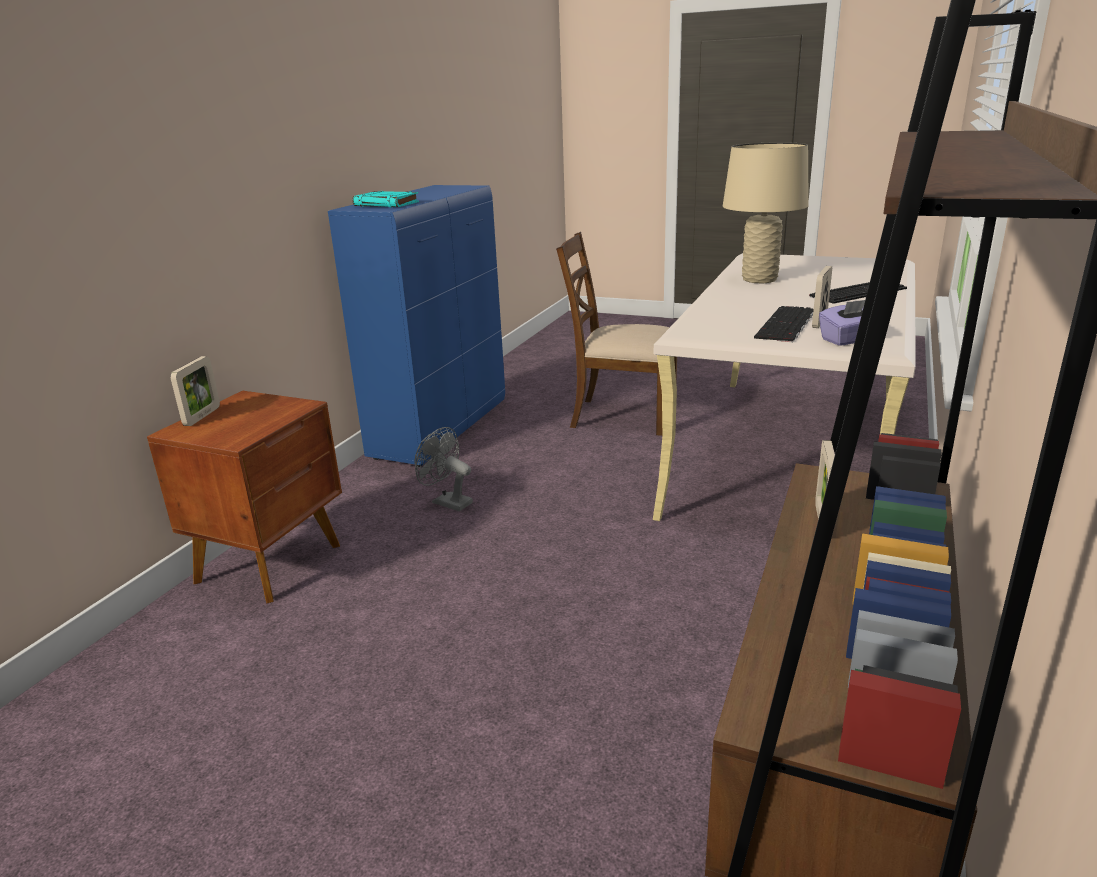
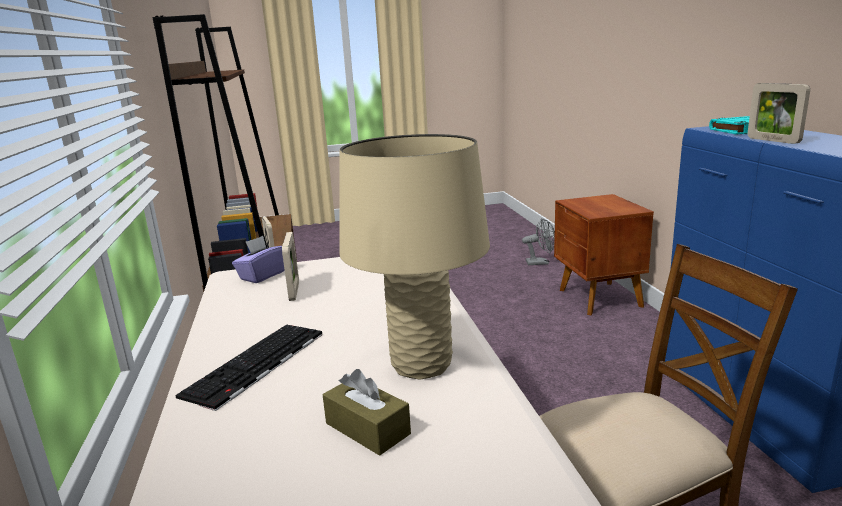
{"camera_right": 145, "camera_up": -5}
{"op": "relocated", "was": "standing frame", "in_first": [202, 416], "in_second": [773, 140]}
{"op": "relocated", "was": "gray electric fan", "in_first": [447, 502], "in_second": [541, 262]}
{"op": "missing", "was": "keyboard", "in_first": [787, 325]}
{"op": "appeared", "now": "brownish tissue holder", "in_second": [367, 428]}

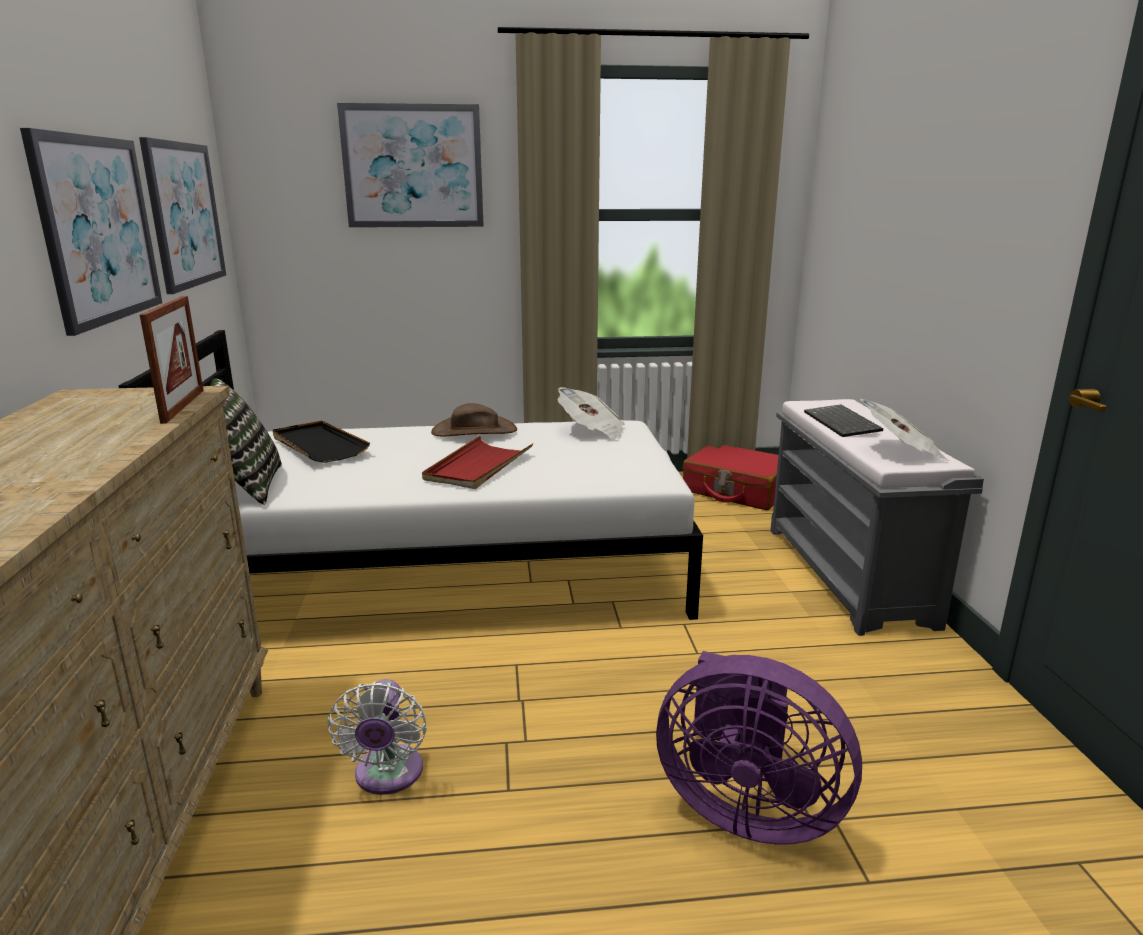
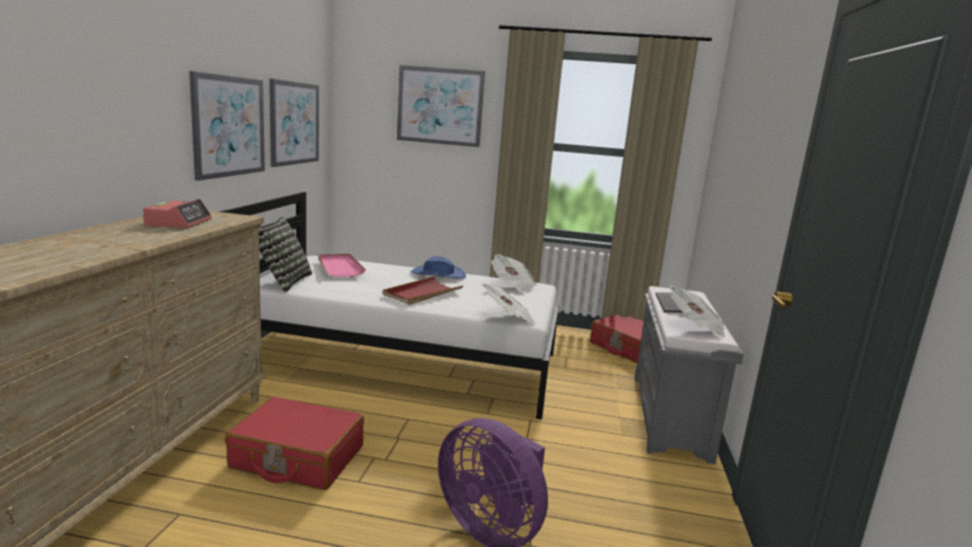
{"camera_right": 15, "camera_up": -5}
{"op": "missing", "was": "standing frame", "in_first": [183, 406]}
{"op": "colour", "was": "black carrying tray", "now": "pinkish carrying tray", "in_first": [318, 445], "in_second": [339, 267]}
{"op": "exchanged", "was": "white electric fan", "now": "reddish travel case", "in_first": [387, 776], "in_second": [297, 458]}
{"op": "colour", "was": "brownish hat", "now": "blue hat", "in_first": [474, 431], "in_second": [438, 274]}
{"op": "appeared", "now": "table clock", "in_second": [178, 222]}
{"op": "appeared", "now": "newspaper", "in_second": [508, 317]}

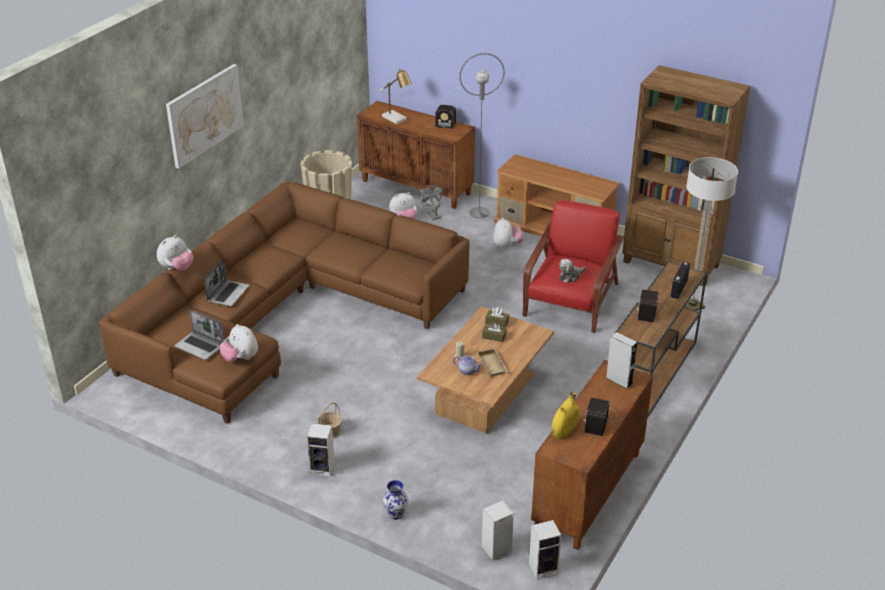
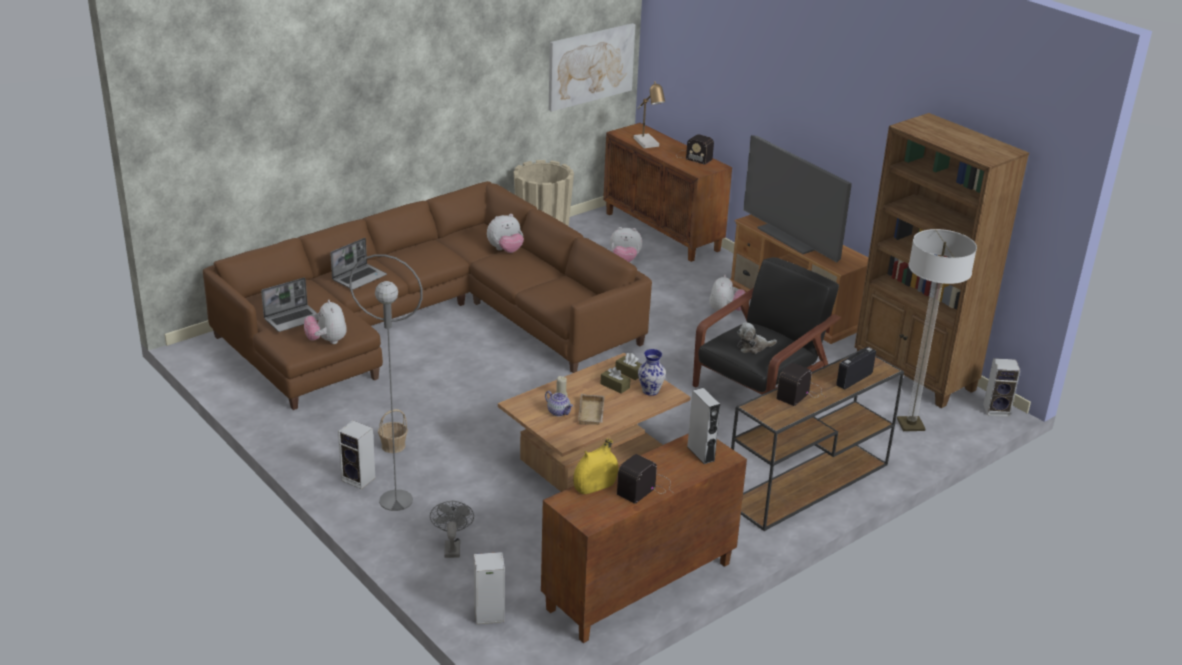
{"camera_right": 20, "camera_up": -5}
{"op": "relocated", "was": "soft toy", "in_first": [177, 268], "in_second": [505, 250]}
{"op": "relocated", "was": "wall picture", "in_first": [205, 115], "in_second": [590, 66]}
{"op": "spun", "was": "portable computer", "in_first": [200, 346], "in_second": [293, 319], "clockwise": -90}
{"op": "relocated", "was": "decorative vase", "in_first": [396, 514], "in_second": [650, 391]}
{"op": "relocated", "was": "gray electric fan", "in_first": [432, 214], "in_second": [452, 547]}
{"op": "relocated", "was": "gray floor lamp", "in_first": [479, 212], "in_second": [395, 500]}
{"op": "colour", "was": "reddish easy chair", "now": "black easy chair", "in_first": [570, 301], "in_second": [761, 384]}
{"op": "relocated", "was": "audio speaker", "in_first": [544, 568], "in_second": [997, 410]}
{"op": "appeared", "now": "TV", "in_second": [792, 237]}

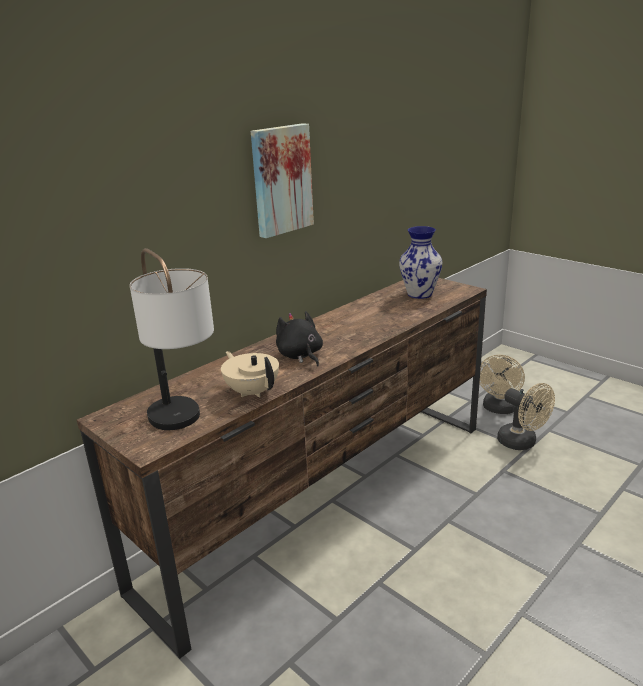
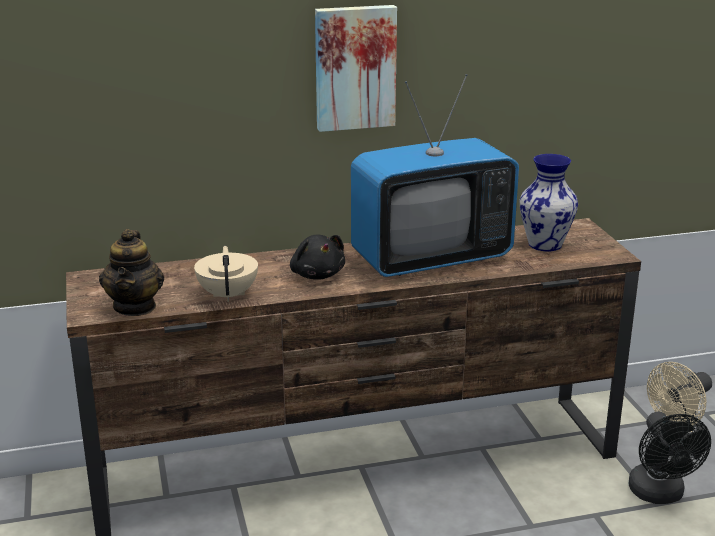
{"camera_right": 30, "camera_up": 0}
{"op": "exchanged", "was": "tabletop lamp", "now": "tea pot", "in_first": [184, 427], "in_second": [135, 307]}
{"op": "spun", "was": "black soft toy", "in_first": [300, 356], "in_second": [317, 274], "clockwise": 150}
{"op": "colour", "was": "beige electric fan", "now": "black electric fan", "in_first": [522, 443], "in_second": [659, 495]}
{"op": "appeared", "now": "TV", "in_second": [431, 259]}

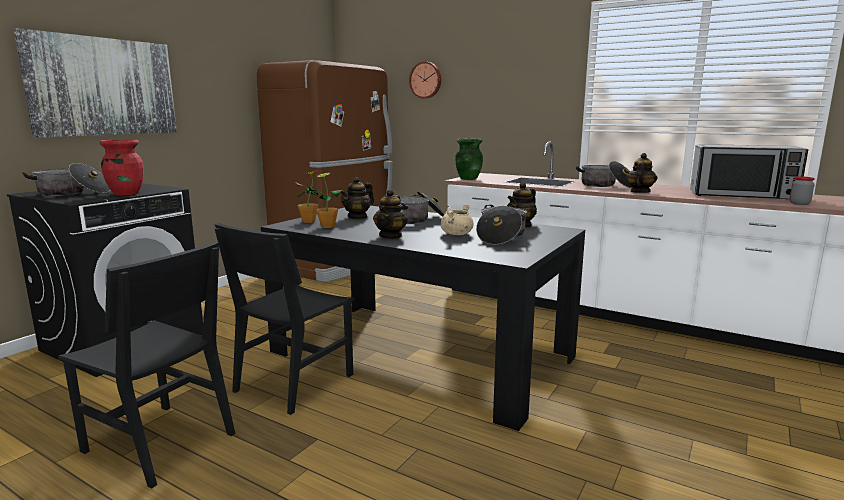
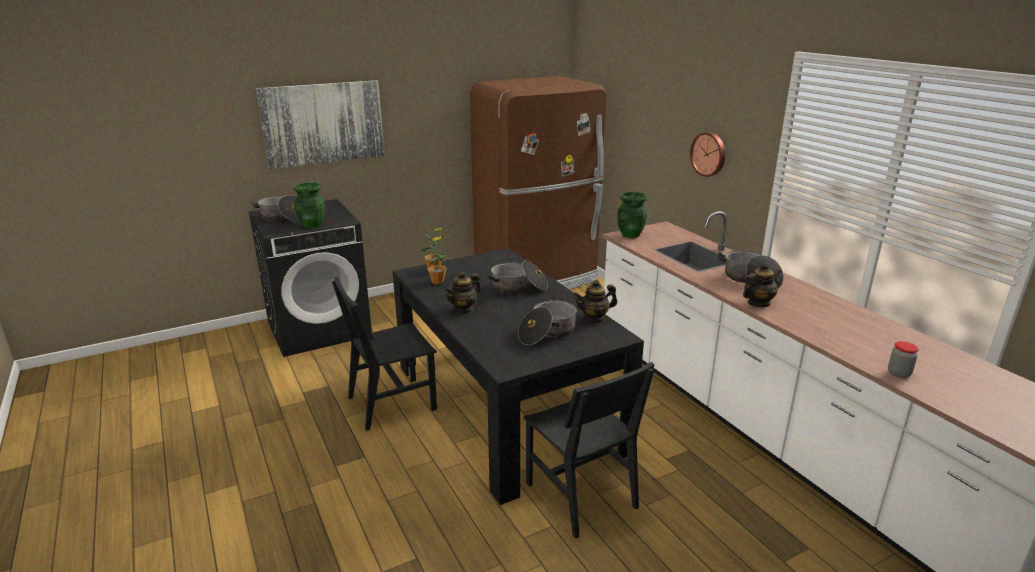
{"camera_right": 30, "camera_up": 10}
{"op": "relocated", "was": "black plain chair", "in_first": [159, 442], "in_second": [580, 495]}
{"op": "colour", "was": "reddish decorative vase", "now": "green decorative vase", "in_first": [126, 193], "in_second": [312, 225]}
{"op": "missing", "was": "tea pot", "in_first": [357, 217]}
{"op": "relocated", "was": "clock on the wall", "in_first": [426, 80], "in_second": [709, 154]}
{"op": "missing", "was": "beige cooking pot", "in_first": [456, 234]}
{"op": "missing", "was": "microwave", "in_first": [742, 195]}

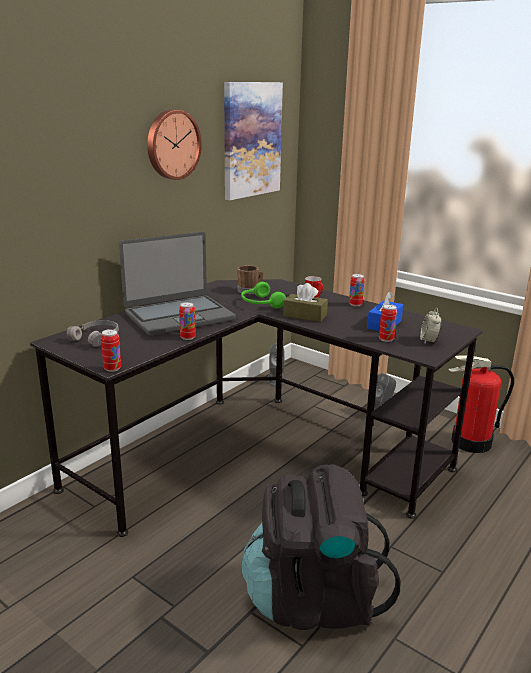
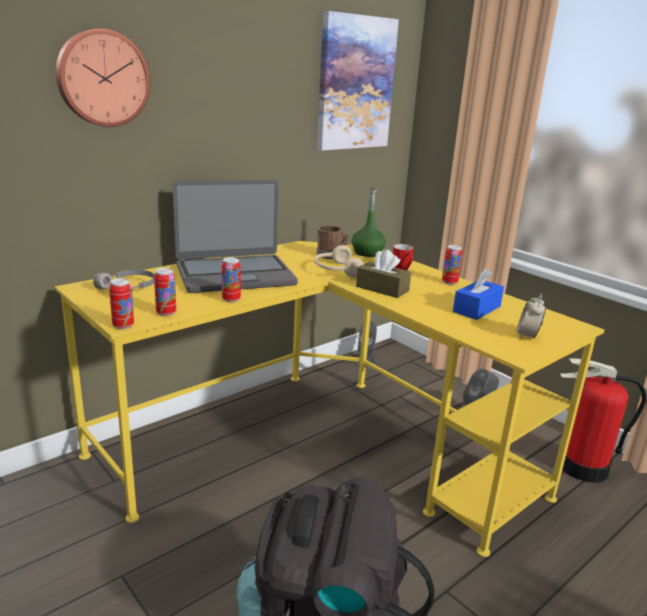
{"camera_right": 10, "camera_up": 0}
{"op": "colour", "was": "black desk", "now": "yellow desk", "in_first": [257, 454], "in_second": [318, 445]}
{"op": "relocated", "was": "clock on the wall", "in_first": [172, 144], "in_second": [102, 78]}
{"op": "colour", "was": "green headphones", "now": "beige headphones", "in_first": [260, 304], "in_second": [335, 270]}
{"op": "relocated", "was": "metal can", "in_first": [386, 339], "in_second": [166, 313]}
{"op": "appeared", "now": "green drink bottle", "in_second": [367, 253]}

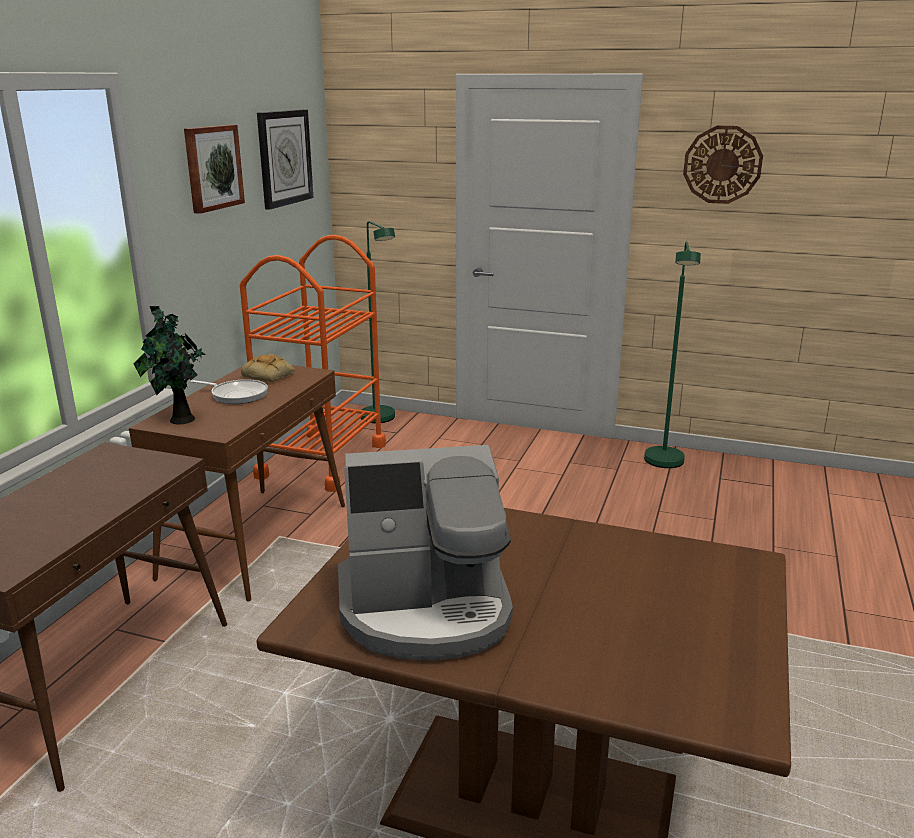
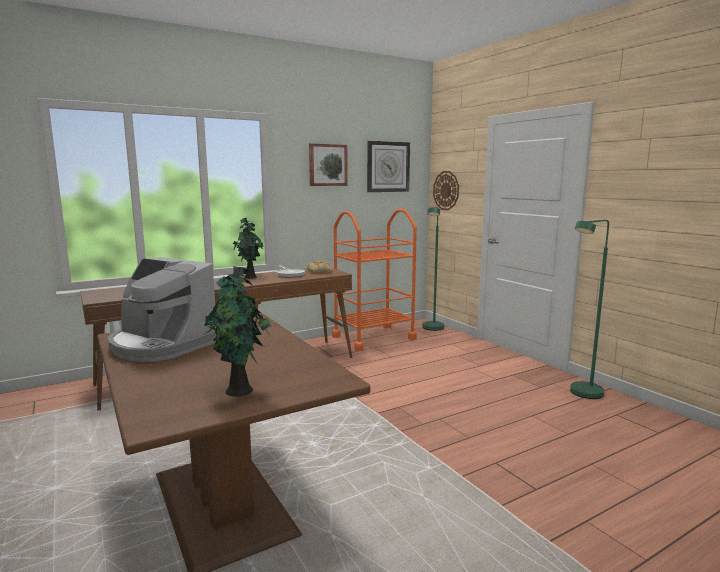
{"camera_right": 40, "camera_up": -10}
{"op": "relocated", "was": "clock on the wall", "in_first": [722, 165], "in_second": [446, 190]}
{"op": "appeared", "now": "plant in a pot", "in_second": [241, 391]}

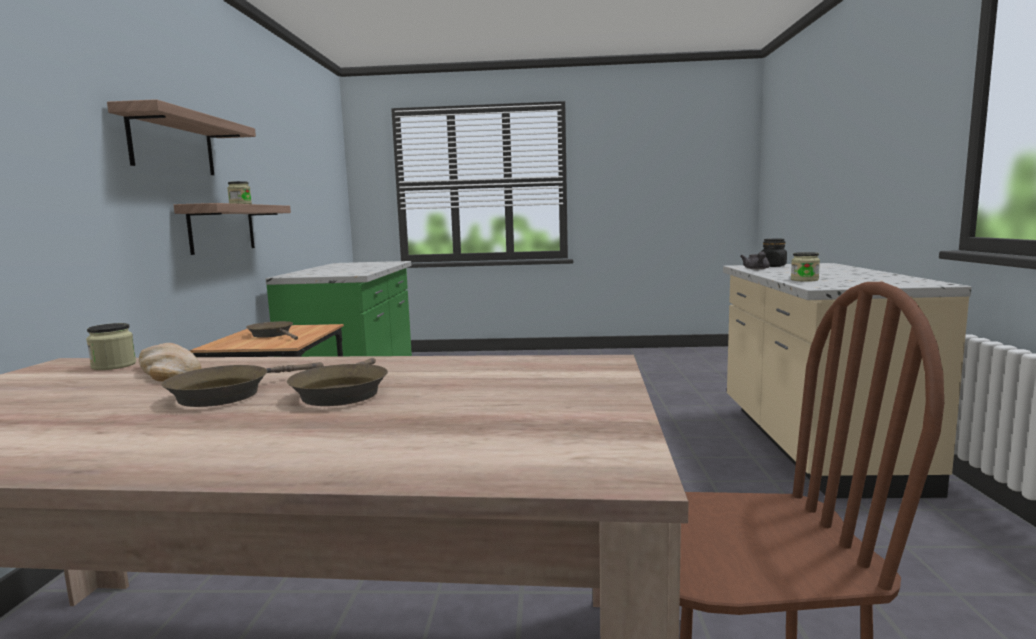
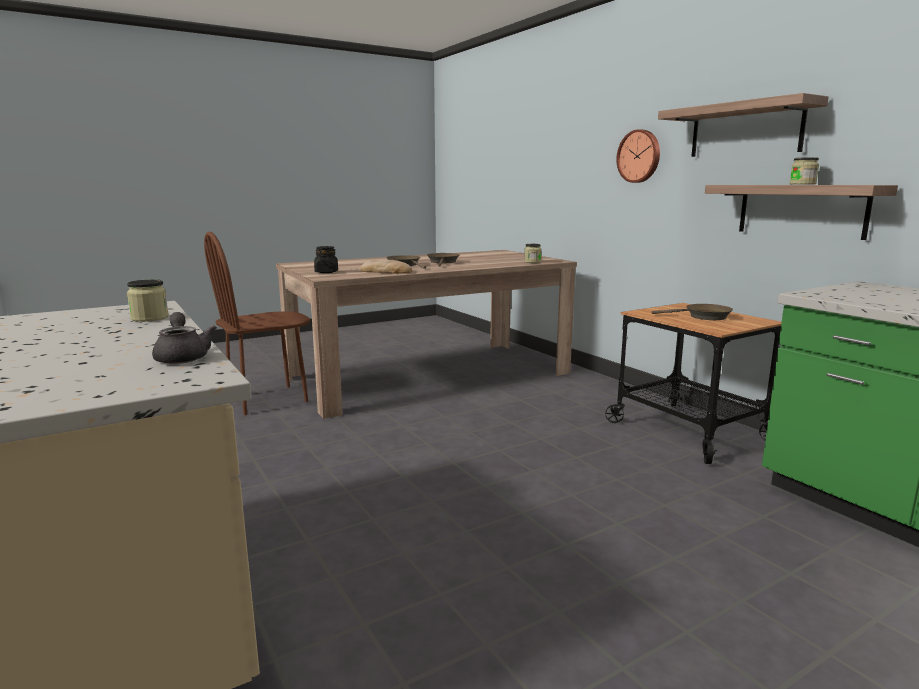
{"camera_right": 145, "camera_up": 5}
{"op": "relocated", "was": "bakery bread", "in_first": [169, 370], "in_second": [386, 271]}
{"op": "relocated", "was": "black storage jar", "in_first": [773, 266], "in_second": [326, 272]}
{"op": "appeared", "now": "clock on the wall", "in_second": [639, 156]}

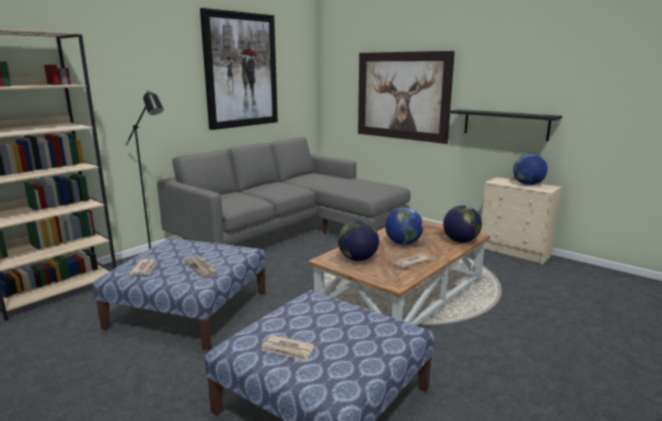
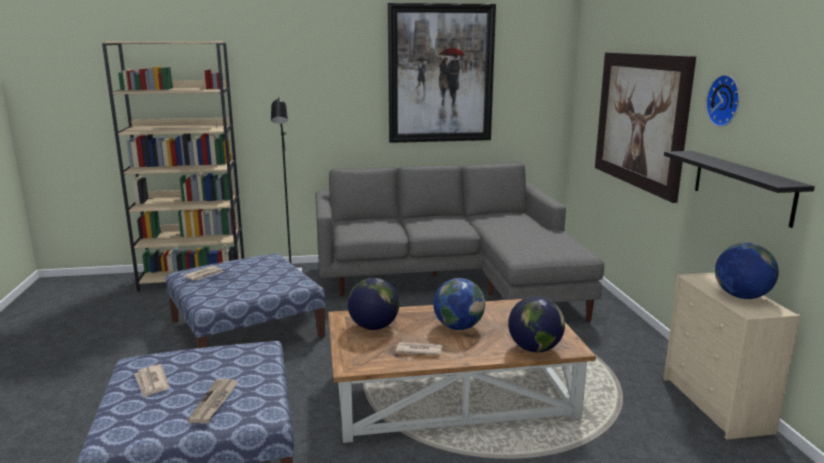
{"camera_right": 40, "camera_up": 0}
{"op": "relocated", "was": "newspaper", "in_first": [201, 267], "in_second": [214, 402]}
{"op": "appeared", "now": "clock on the wall", "in_second": [726, 100]}

